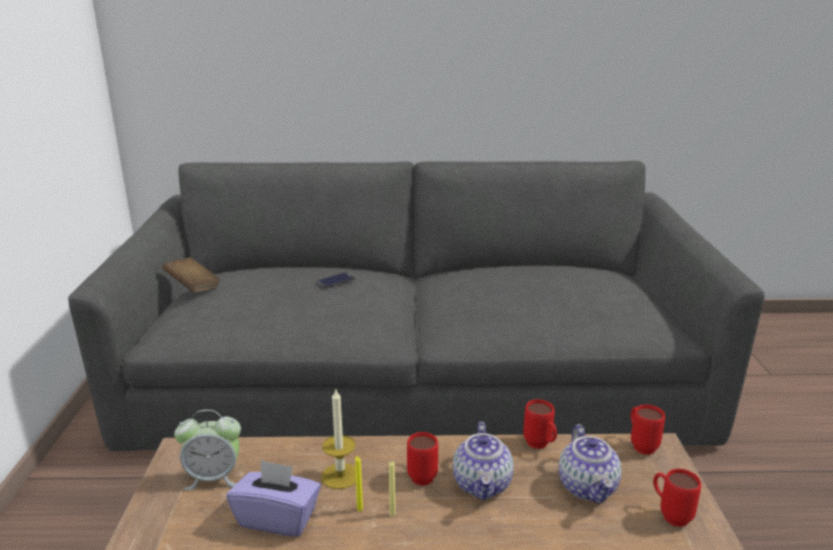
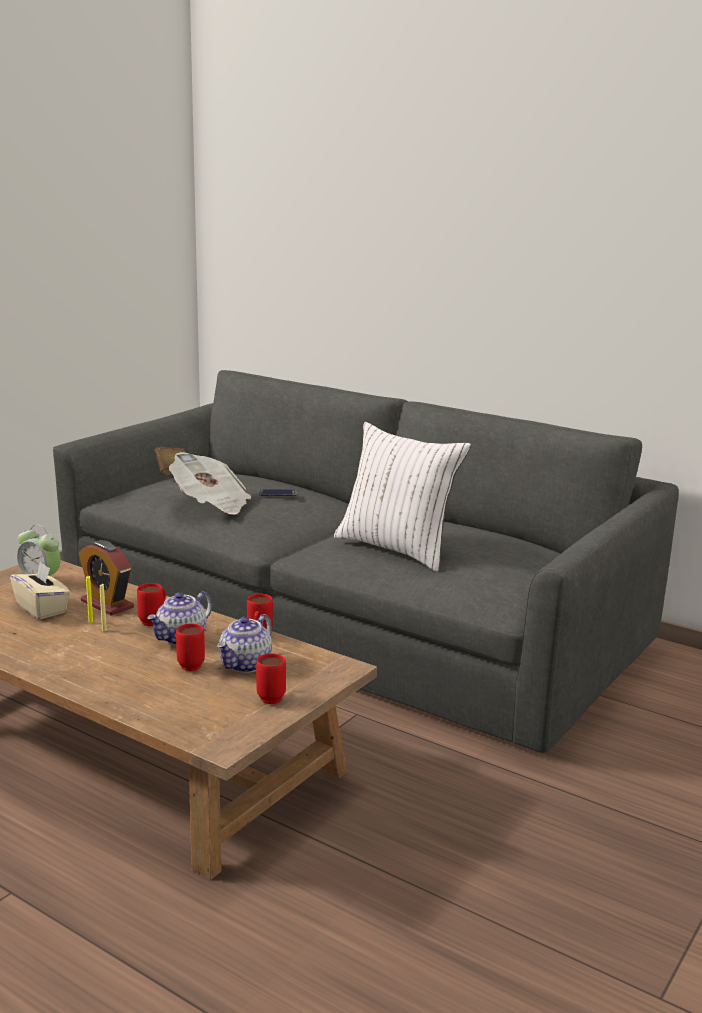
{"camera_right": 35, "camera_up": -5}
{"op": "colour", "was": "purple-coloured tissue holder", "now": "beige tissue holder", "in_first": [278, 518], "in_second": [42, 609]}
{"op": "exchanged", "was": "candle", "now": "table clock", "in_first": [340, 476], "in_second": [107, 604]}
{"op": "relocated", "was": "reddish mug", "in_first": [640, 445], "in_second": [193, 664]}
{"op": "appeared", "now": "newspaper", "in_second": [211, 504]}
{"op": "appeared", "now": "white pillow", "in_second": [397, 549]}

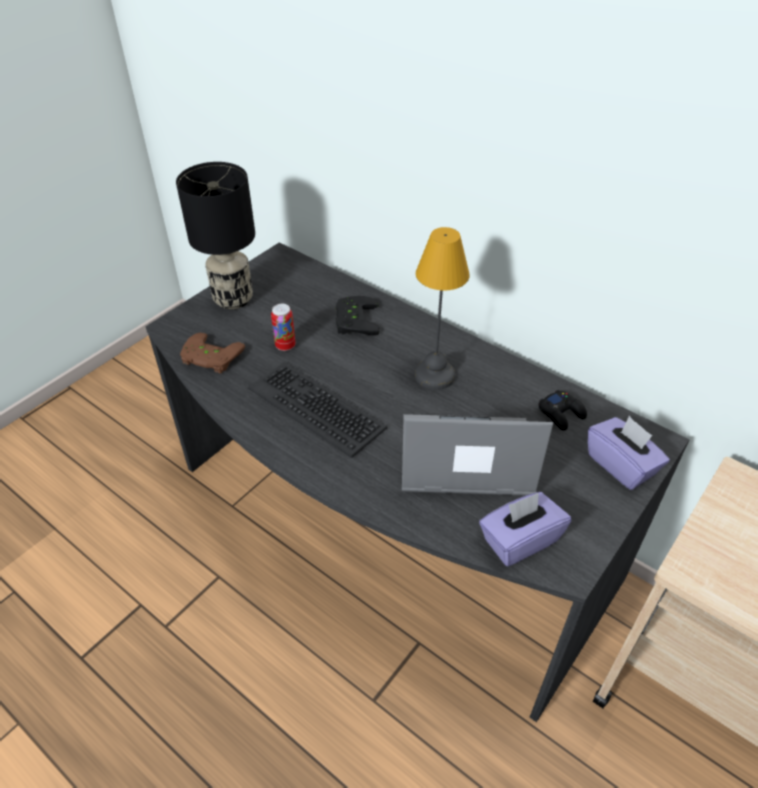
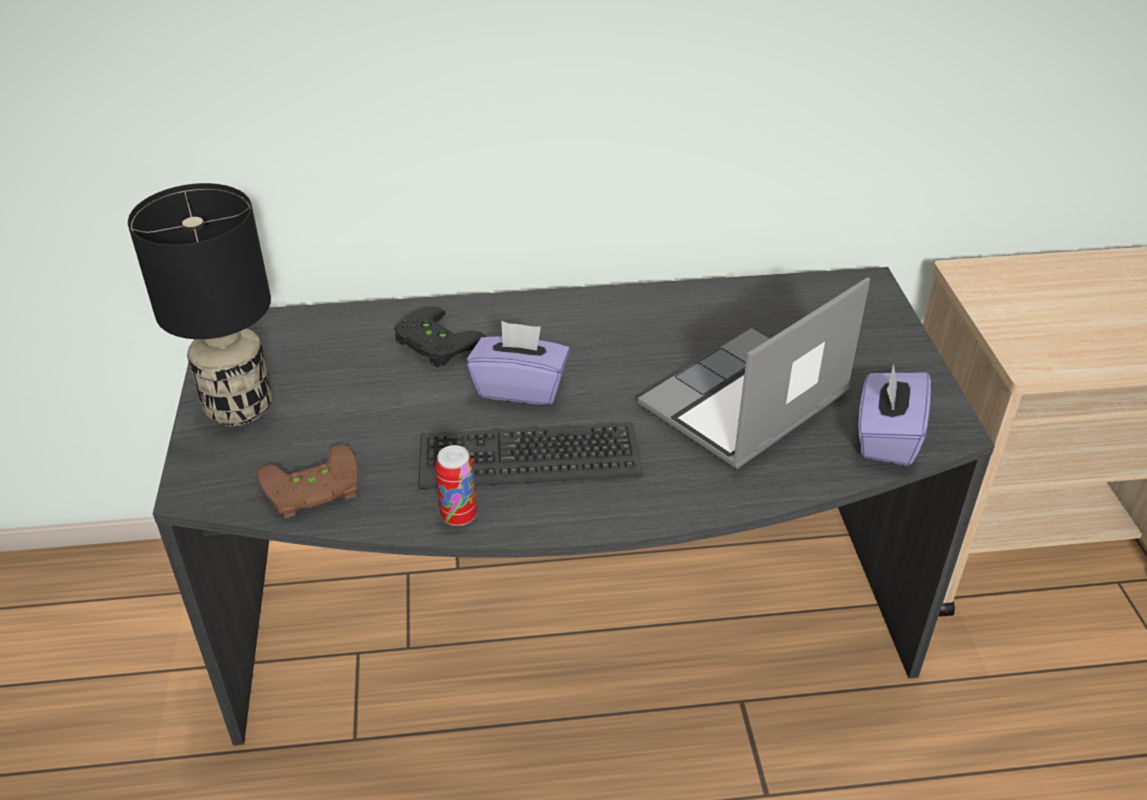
{"camera_right": -45, "camera_up": -5}
{"op": "relocated", "was": "metal can", "in_first": [285, 346], "in_second": [458, 516]}
{"op": "missing", "was": "tabletop lamp", "in_first": [434, 374]}
{"op": "missing", "was": "black game controller", "in_first": [561, 413]}
{"op": "relocated", "was": "purple-coloured tissue holder", "in_first": [621, 465], "in_second": [520, 387]}

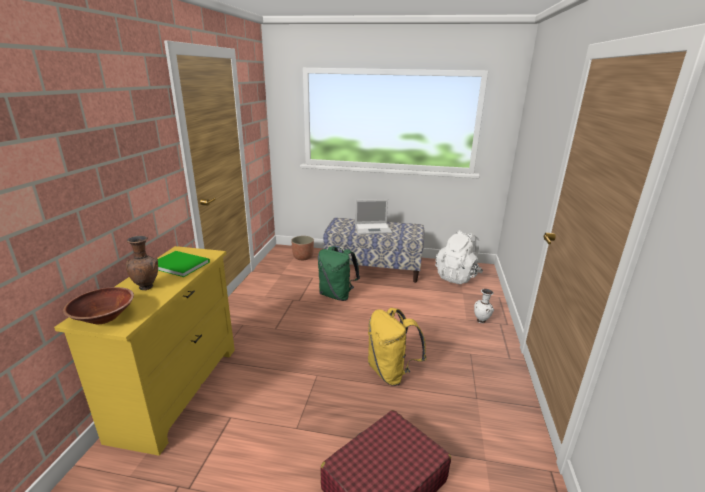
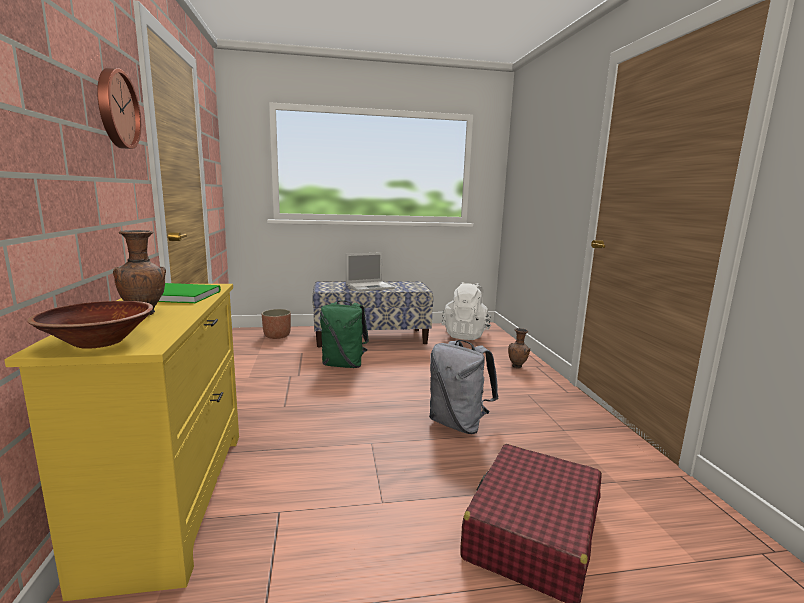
{"camera_right": -20, "camera_up": -10}
{"op": "colour", "was": "yellow knapsack", "now": "gray knapsack", "in_first": [391, 372], "in_second": [458, 424]}
{"op": "colour", "was": "white decorative vase", "now": "brownish decorative vase", "in_first": [481, 321], "in_second": [517, 366]}
{"op": "appeared", "now": "clock on the wall", "in_second": [116, 109]}

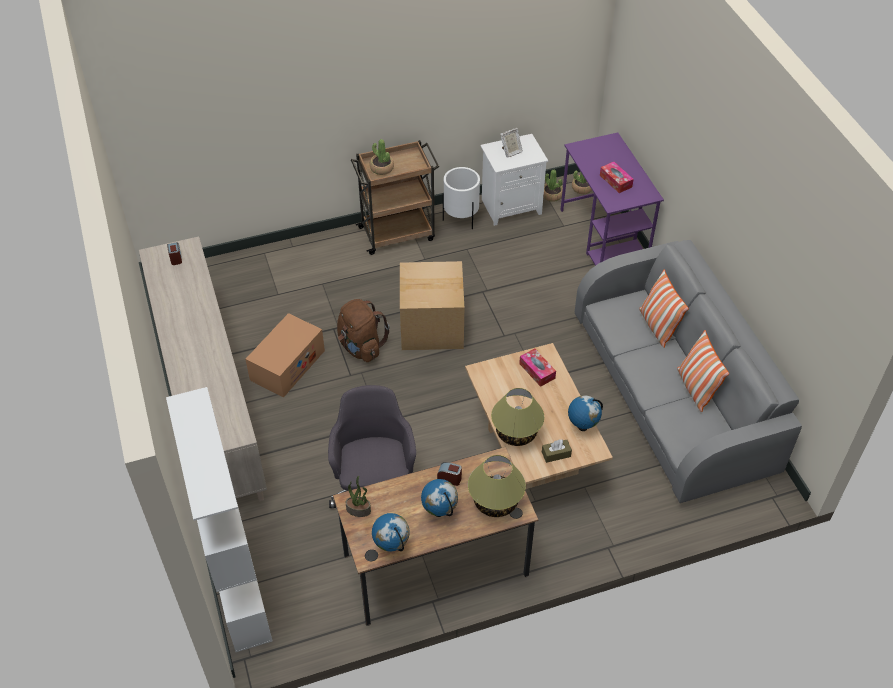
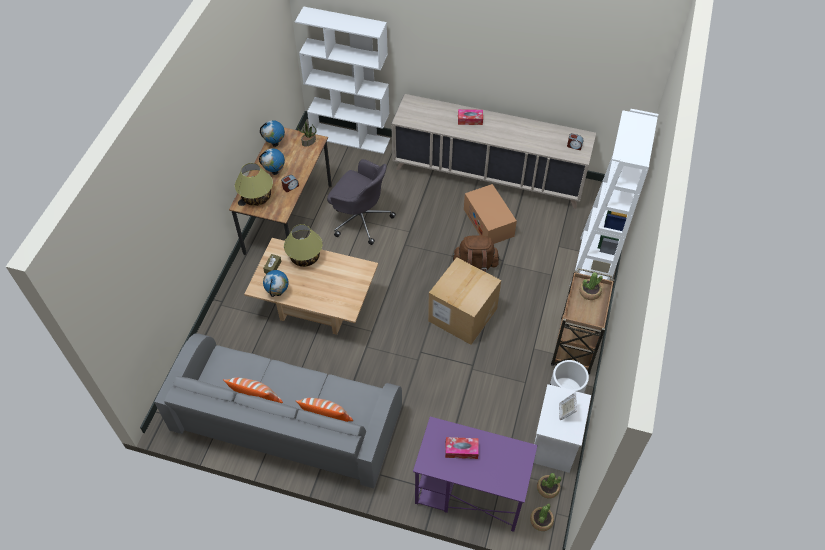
{"camera_right": 125, "camera_up": 5}
{"op": "relocated", "was": "tissue holder", "in_first": [537, 371], "in_second": [470, 120]}
{"op": "appeared", "now": "white bookcase", "in_second": [593, 265]}

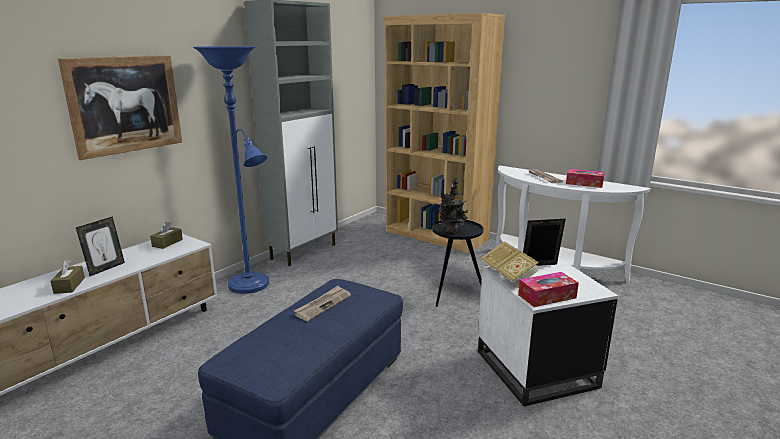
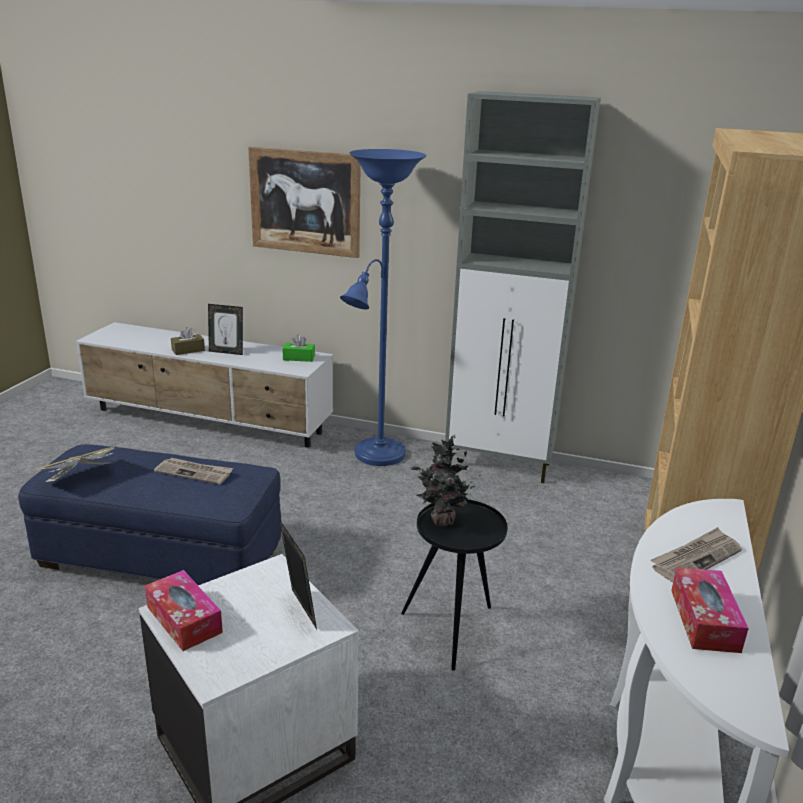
{"camera_right": 70, "camera_up": 5}
{"op": "colour", "was": "brownish tissue holder", "now": "green tissue holder", "in_first": [167, 243], "in_second": [298, 358]}
{"op": "relocated", "was": "book", "in_first": [508, 276], "in_second": [79, 477]}

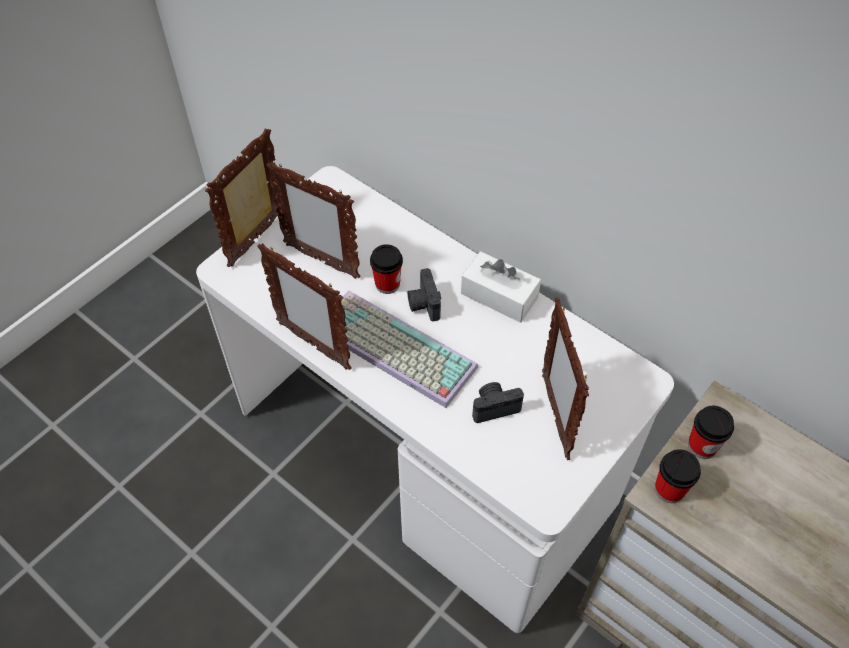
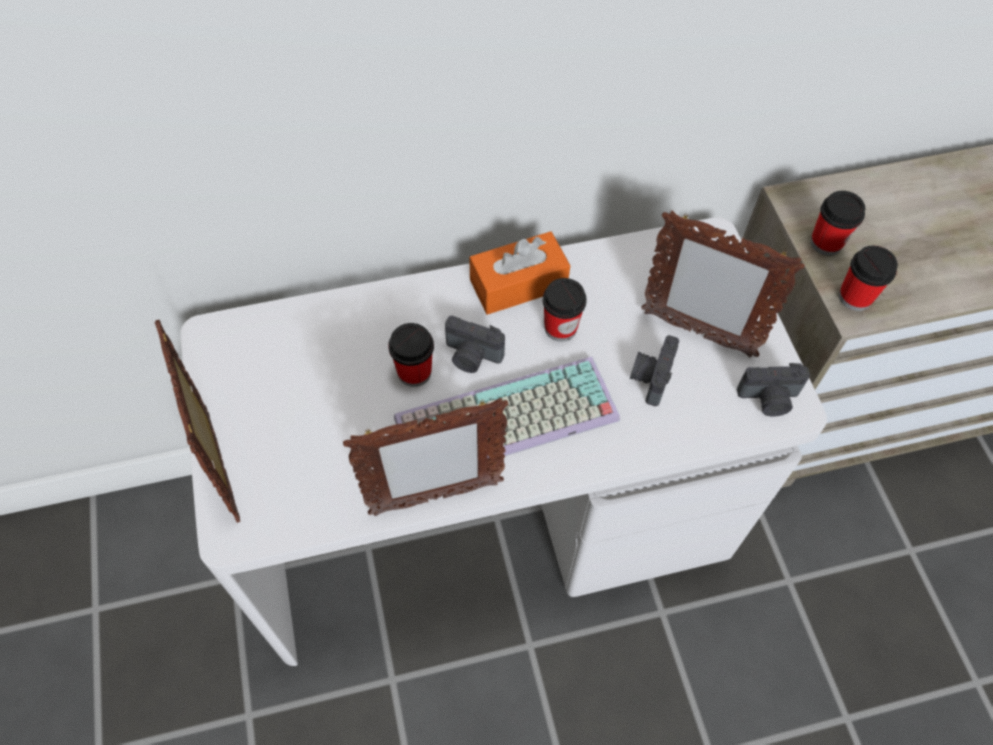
{"camera_right": -55, "camera_up": 5}
{"op": "missing", "was": "standing frame", "in_first": [321, 260]}
{"op": "colour", "was": "white tissue holder", "now": "orange tissue holder", "in_first": [499, 296], "in_second": [518, 284]}
{"op": "appeared", "now": "cup", "in_second": [560, 328]}
{"op": "appeared", "now": "photo camera", "in_second": [769, 399]}

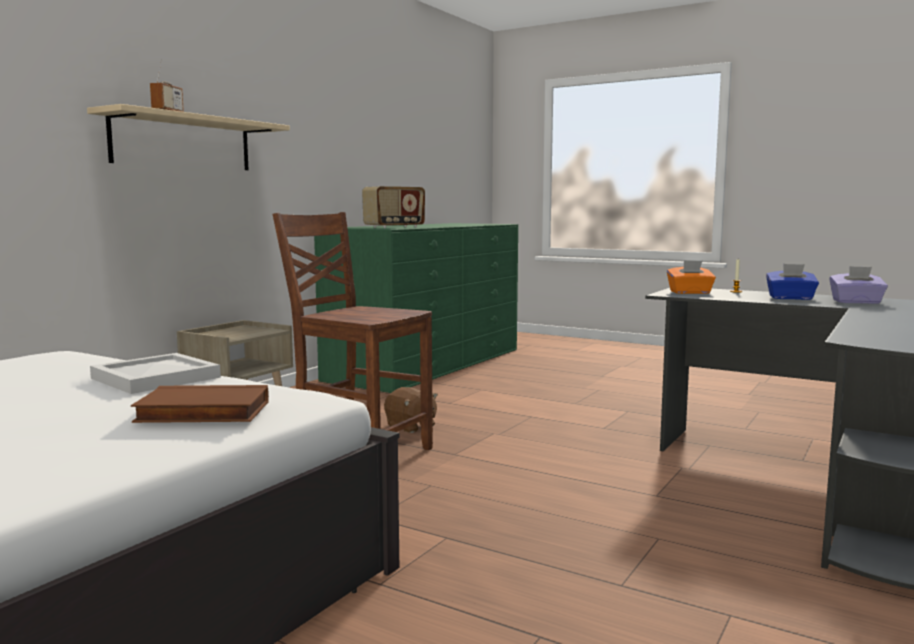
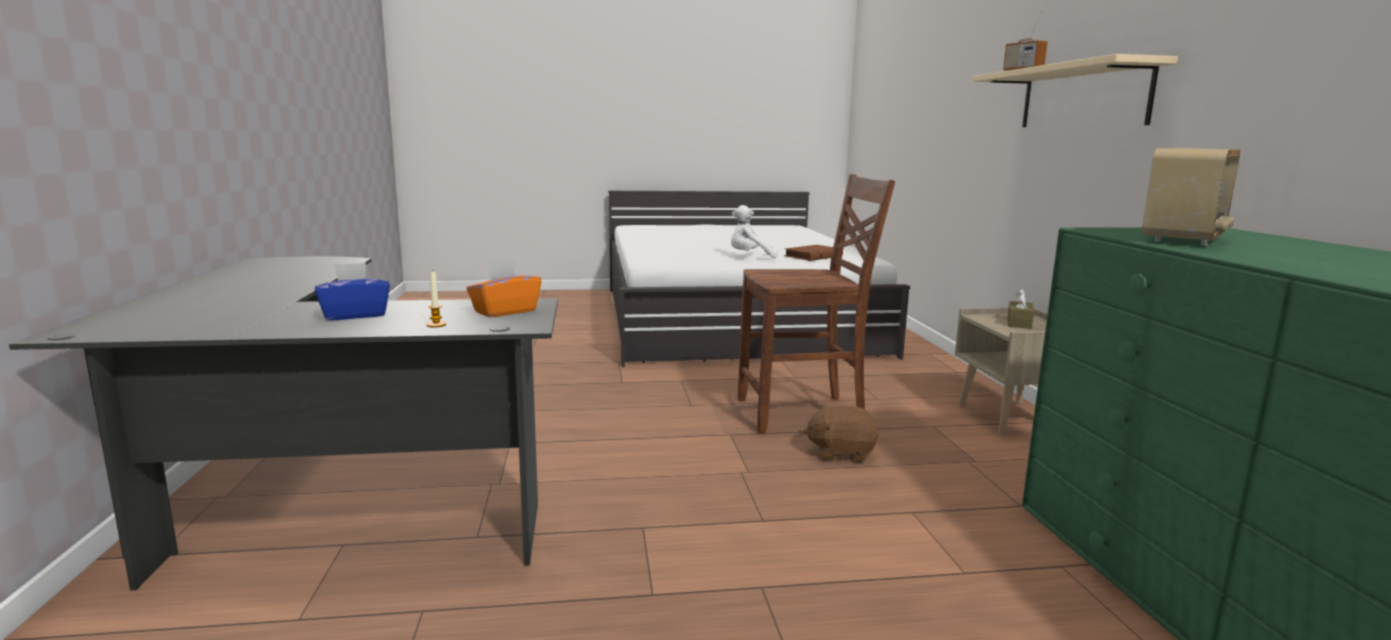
{"camera_right": 140, "camera_up": 5}
{"op": "exchanged", "was": "white carrying tray", "now": "white soft toy", "in_first": [155, 378], "in_second": [750, 257]}
{"op": "relocated", "was": "brownish book", "in_first": [202, 413], "in_second": [812, 256]}
{"op": "spun", "was": "radio set", "in_first": [394, 227], "in_second": [1186, 239], "clockwise": -150}
{"op": "missing", "was": "purple-coloured tissue holder", "in_first": [856, 302]}
{"op": "appeared", "now": "brownish tissue holder", "in_second": [1019, 323]}

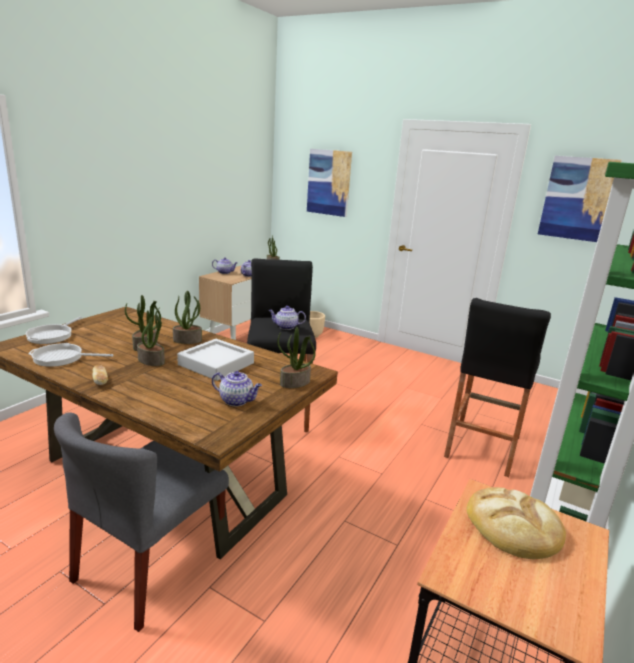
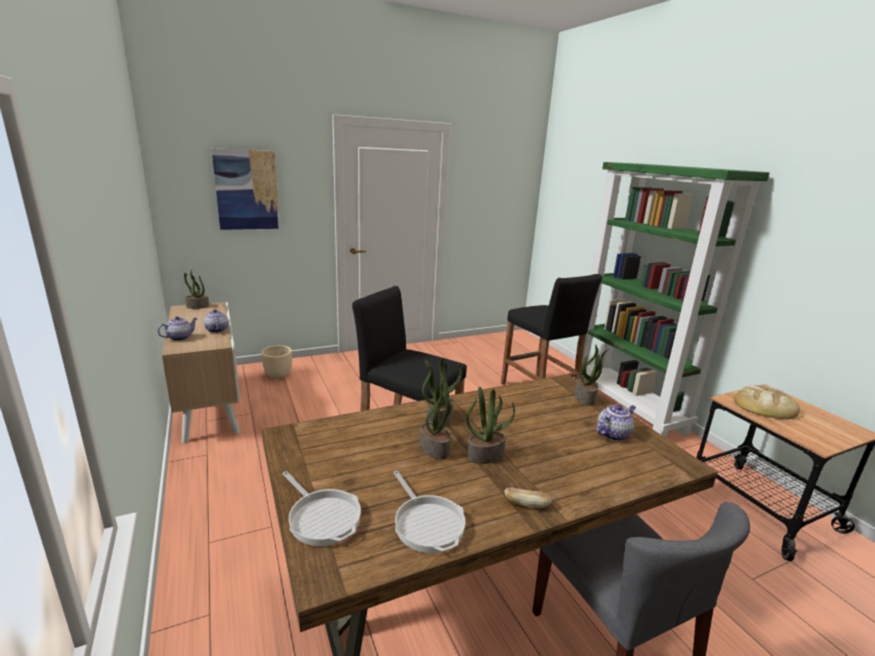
{"camera_right": -55, "camera_up": 0}
{"op": "spun", "was": "frying pan", "in_first": [61, 358], "in_second": [427, 523], "clockwise": -60}
{"op": "missing", "was": "gray carrying tray", "in_first": [216, 364]}
{"op": "missing", "was": "tea pot", "in_first": [286, 327]}
{"op": "missing", "was": "wall picture", "in_first": [577, 198]}

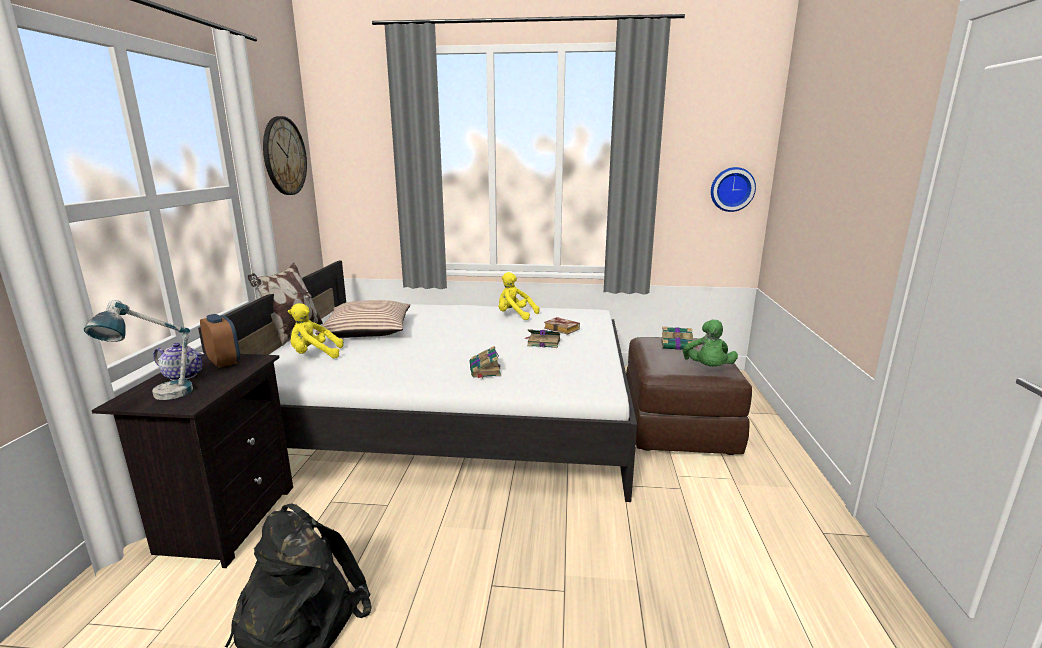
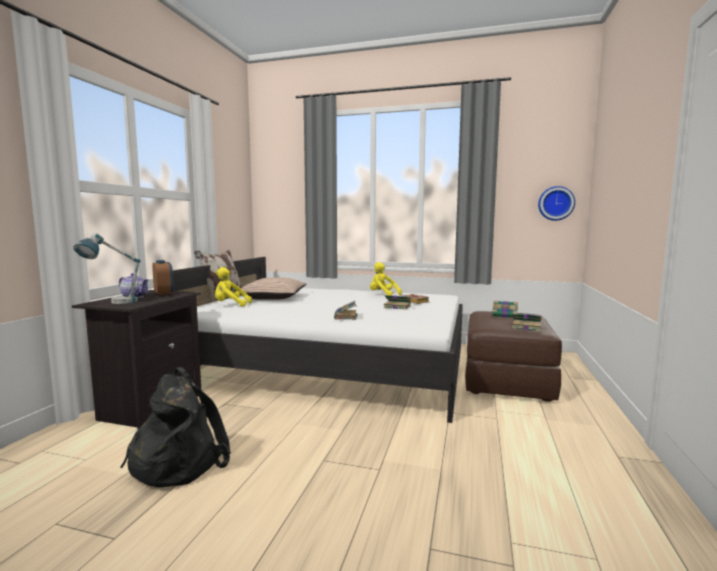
{"camera_right": 10, "camera_up": -10}
{"op": "missing", "was": "clock on the wall", "in_first": [284, 156]}
{"op": "exchanged", "was": "green soft toy", "now": "book", "in_first": [708, 368], "in_second": [525, 327]}

